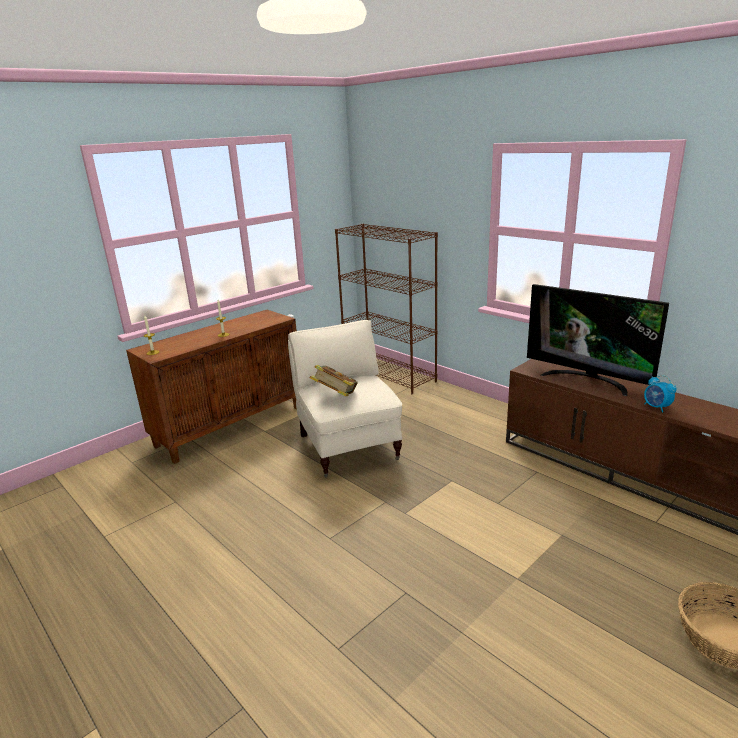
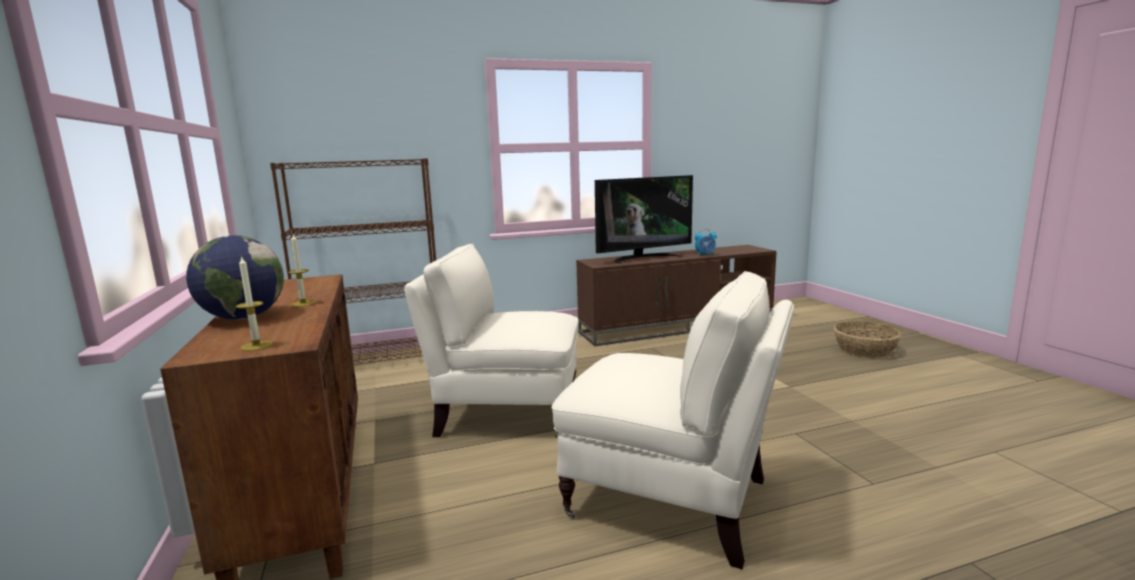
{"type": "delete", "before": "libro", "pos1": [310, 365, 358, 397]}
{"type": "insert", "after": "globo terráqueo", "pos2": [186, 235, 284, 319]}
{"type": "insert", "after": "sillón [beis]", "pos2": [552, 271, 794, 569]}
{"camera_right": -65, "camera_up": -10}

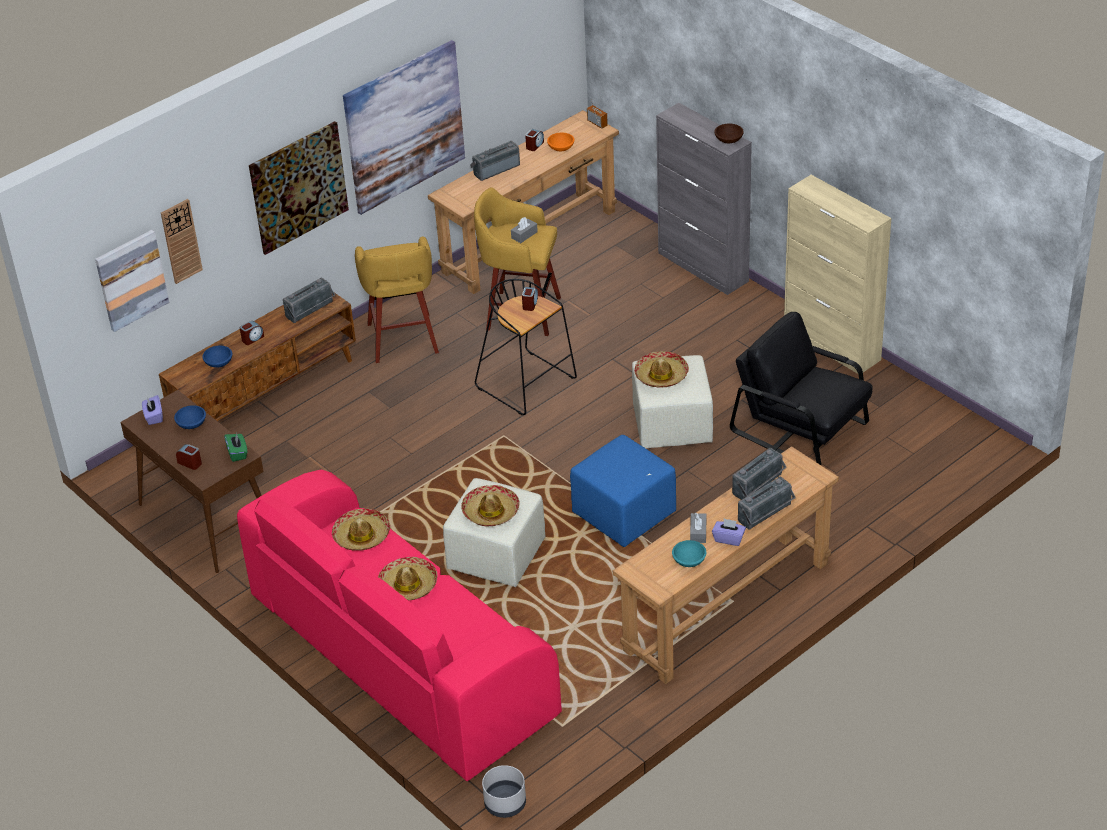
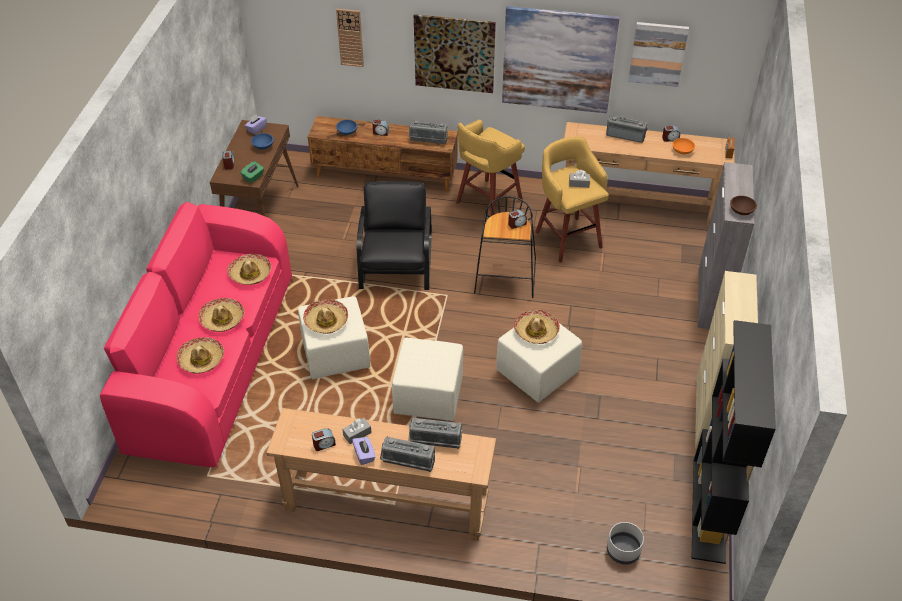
{"type": "insert", "after": "sombrero", "pos2": [176, 337, 224, 374]}
{"type": "insert", "after": "estantería [negro]", "pos2": [692, 320, 776, 564]}
{"type": "move", "before": "cuadro", "pos1": [95, 230, 169, 332], "pos2": [628, 22, 689, 87]}
{"type": "move", "before": "maceta [gris]", "pos1": [482, 765, 526, 818], "pos2": [607, 522, 644, 565]}
{"type": "move", "before": "sillón [negro]", "pos1": [730, 312, 873, 466], "pos2": [357, 181, 432, 290]}
{"type": "replace", "before": "cuenco [turquesa]", "after": "despertador", "pos1": [672, 540, 707, 567], "pos2": [312, 428, 336, 451]}
{"type": "recolor", "before": "puf [azul]", "after": "puf [beis]", "pos1": [570, 435, 676, 547], "pos2": [392, 338, 463, 421]}
{"camera_right": 50, "camera_up": 5}

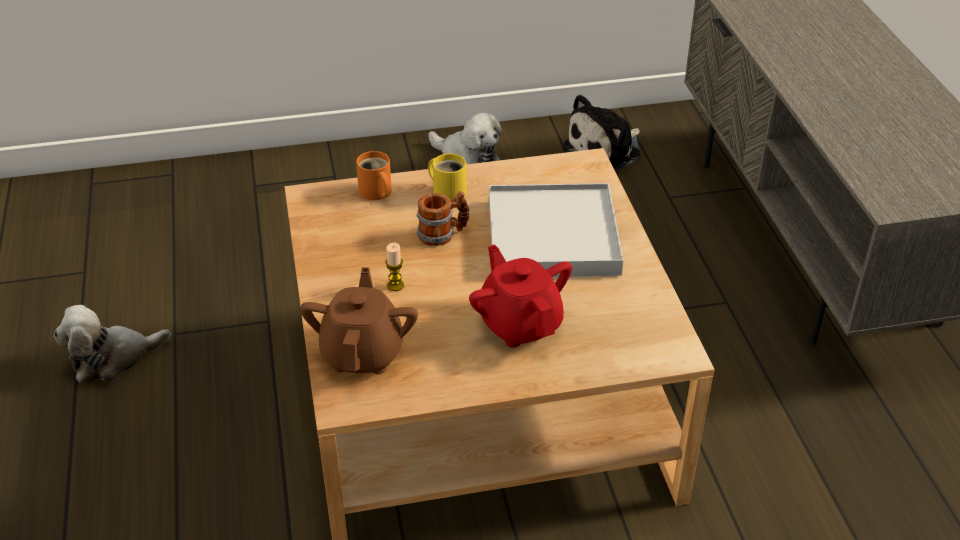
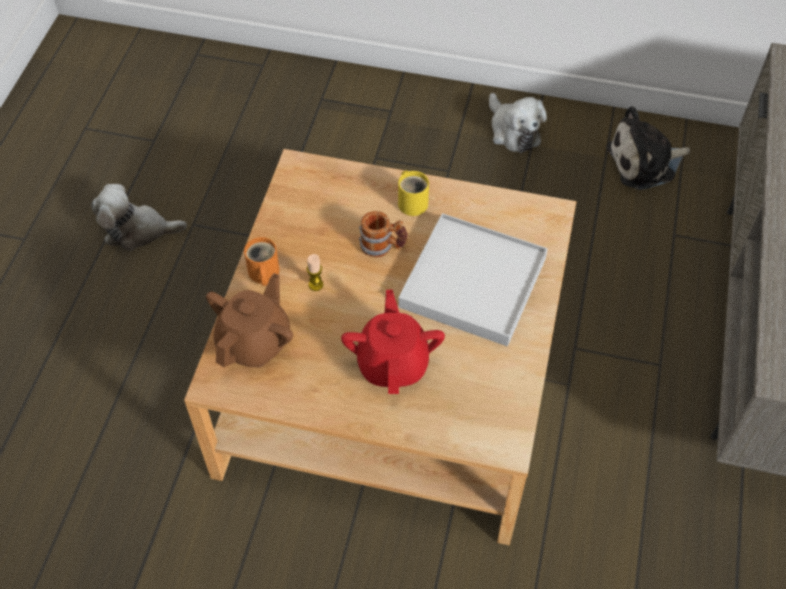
{"type": "move", "before": "taza grande [naranja]", "pos1": [356, 151, 392, 200], "pos2": [244, 237, 280, 286]}
{"camera_right": 25, "camera_up": 15}

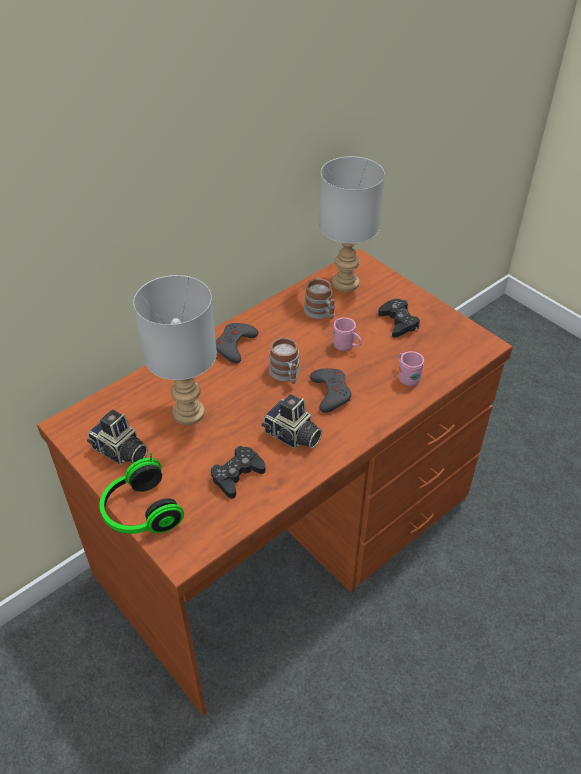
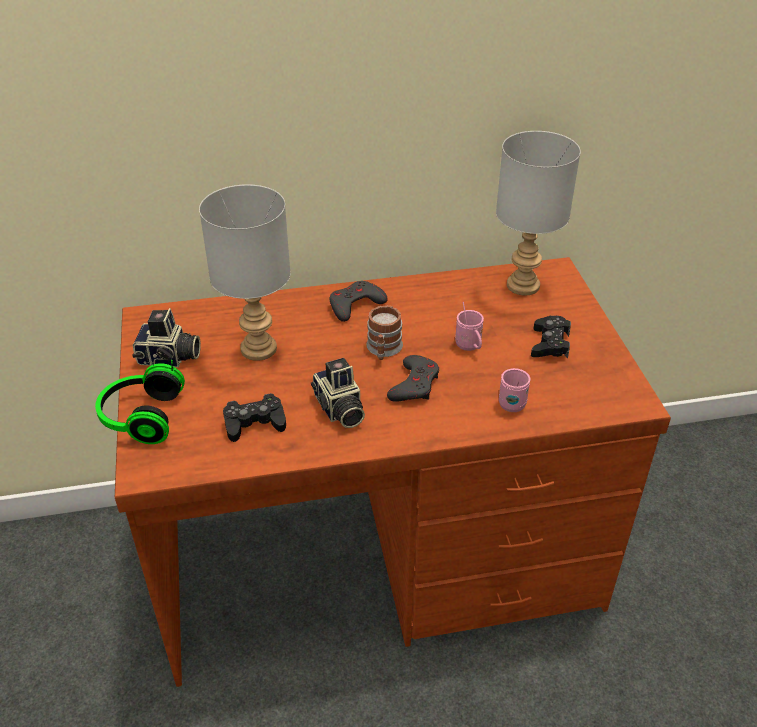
{"type": "delete", "before": "taza grande", "pos1": [304, 278, 335, 319]}
{"type": "rotate", "before": "cámara", "pos1": [87, 410, 148, 465], "pos2": [132, 308, 201, 367], "turn": -60}
{"camera_right": 30, "camera_up": -5}

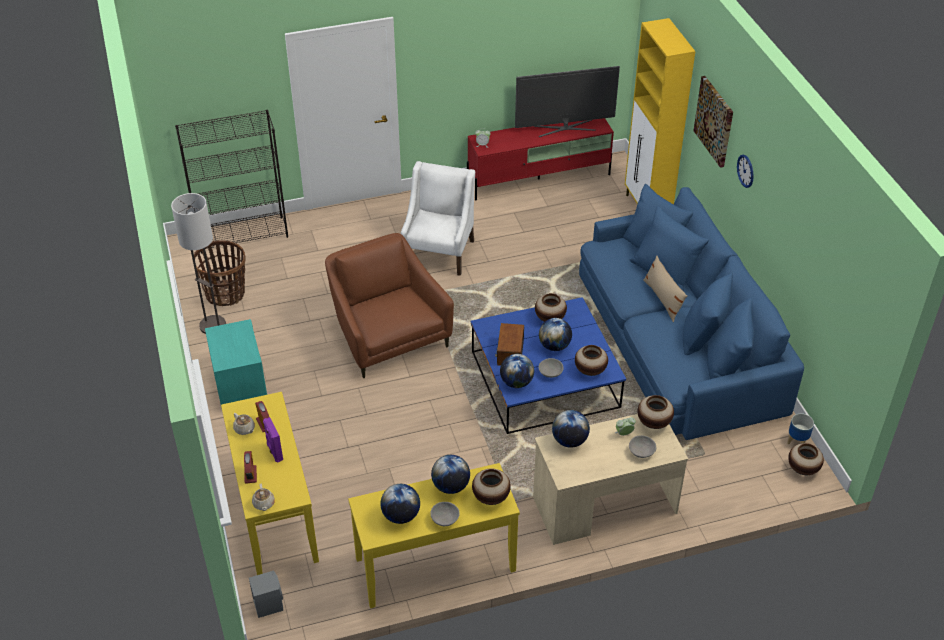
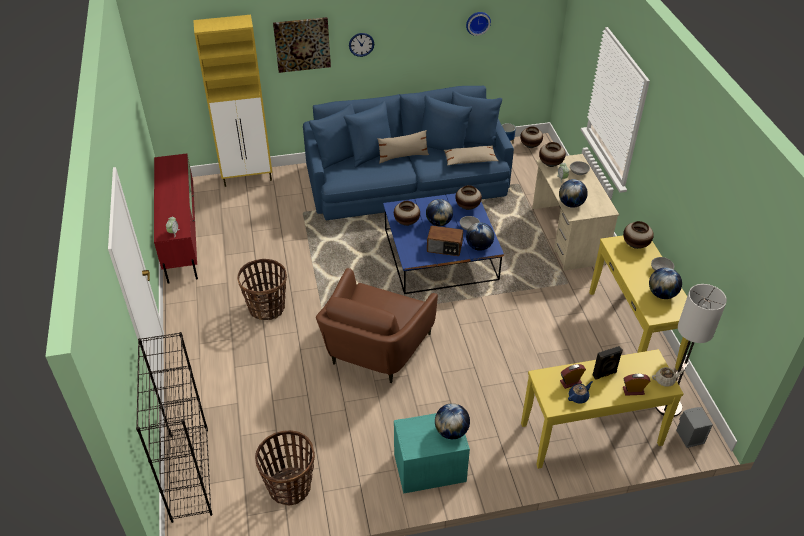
{"type": "delete", "before": "televisor", "pos1": [515, 66, 620, 137]}
{"type": "insert", "after": "cojín [beis]", "pos2": [444, 145, 499, 166]}
{"type": "insert", "after": "reloj de pared", "pos2": [466, 12, 491, 36]}
{"type": "move", "before": "lámpara de pie", "pos1": [171, 193, 226, 334], "pos2": [655, 284, 727, 417]}
{"type": "move", "before": "globo terráqueo", "pos1": [431, 455, 470, 494], "pos2": [435, 403, 470, 439]}
{"type": "replace", "before": "sillón [blanco]", "after": "cesta", "pos1": [401, 161, 475, 276], "pos2": [237, 259, 287, 320]}
{"type": "recolor", "before": "tetera [beis]", "after": "tetera [azul]", "pos1": [233, 413, 255, 435], "pos2": [568, 381, 593, 403]}
{"type": "recolor", "before": "altavoz [morado]", "after": "altavoz [negro]", "pos1": [263, 417, 283, 463], "pos2": [593, 346, 623, 380]}
{"type": "rotate", "before": "sillón [marrón]", "pos1": [325, 233, 454, 378], "pos2": [316, 268, 438, 383], "turn": -45}
{"camera_right": -85, "camera_up": 0}

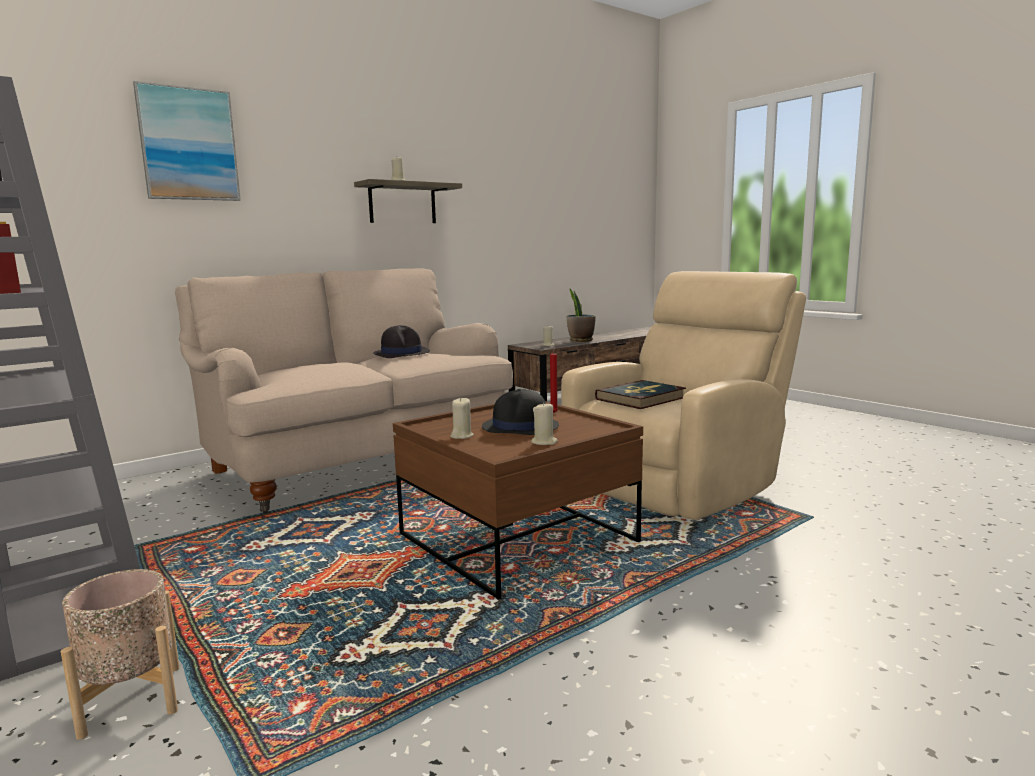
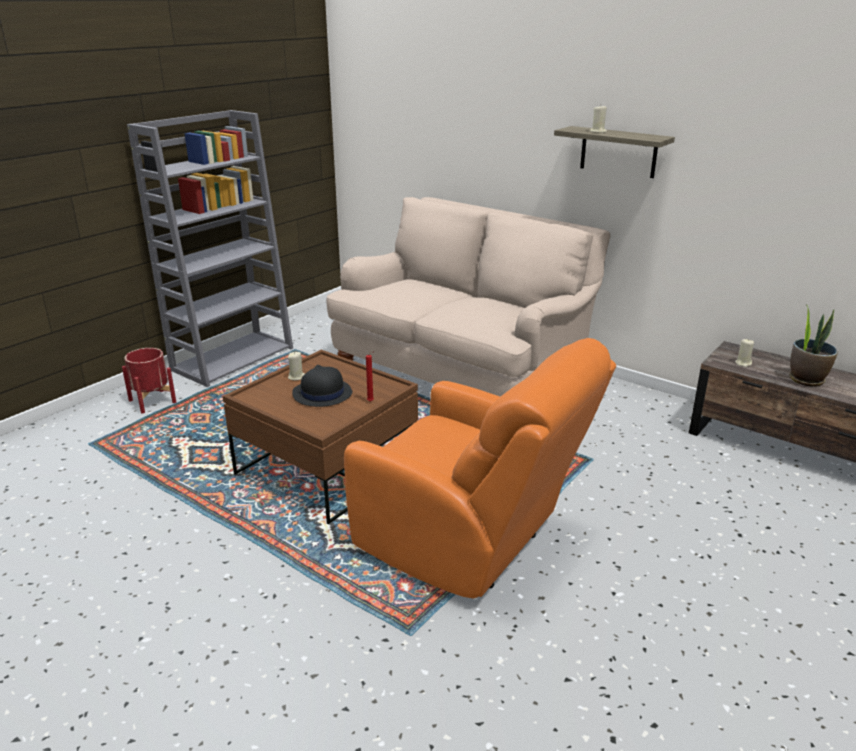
{"type": "delete", "before": "cuadro", "pos1": [133, 81, 241, 201]}
{"type": "delete", "before": "sombrero [negro]", "pos1": [373, 325, 430, 358]}
{"type": "delete", "before": "vela [beis]", "pos1": [531, 402, 558, 445]}
{"type": "delete", "before": "libro", "pos1": [595, 380, 686, 409]}
{"type": "recolor", "before": "maceta [beis]", "after": "maceta [rojo]", "pos1": [61, 569, 180, 740], "pos2": [122, 348, 176, 414]}
{"type": "recolor", "before": "sillón [beis]", "after": "sillón [naranja]", "pos1": [561, 271, 806, 520], "pos2": [344, 338, 616, 598]}
{"camera_right": 75, "camera_up": 15}

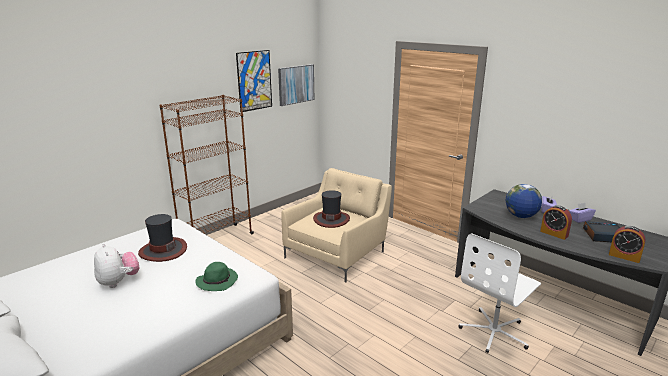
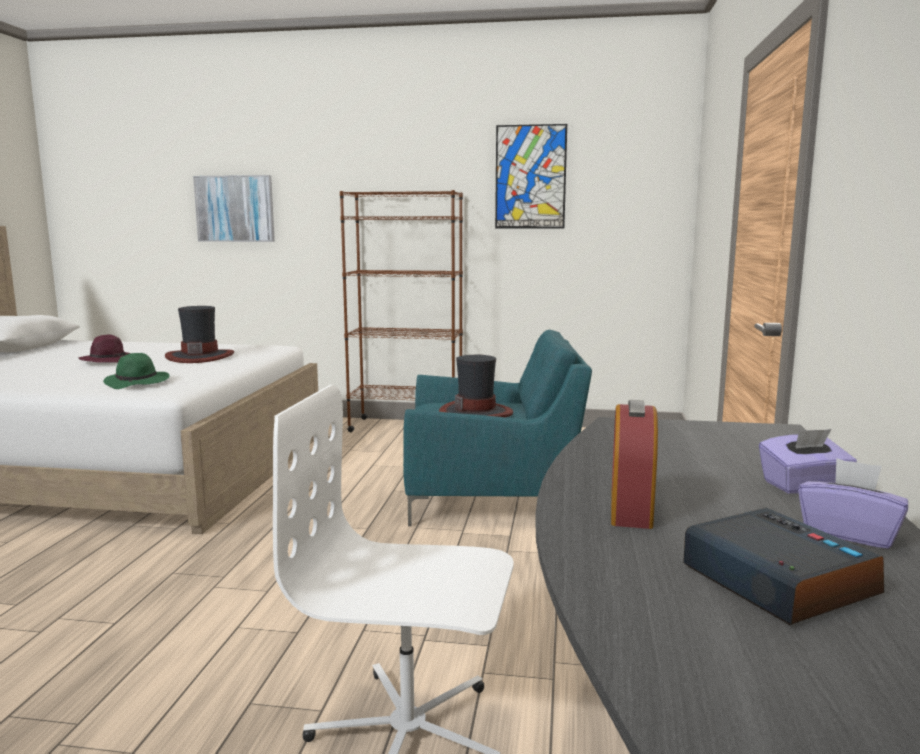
{"type": "delete", "before": "globo terráqueo", "pos1": [506, 184, 542, 218]}
{"type": "delete", "before": "despertador", "pos1": [609, 226, 646, 263]}
{"type": "move", "before": "cuadro", "pos1": [278, 64, 314, 106], "pos2": [193, 175, 275, 242]}
{"type": "replace", "before": "peluche", "after": "sombrero [morado]", "pos1": [94, 244, 140, 288], "pos2": [78, 334, 130, 363]}
{"type": "recolor", "before": "sillón [beis]", "after": "sillón [turquesa]", "pos1": [281, 168, 392, 283], "pos2": [403, 330, 592, 526]}
{"camera_right": 55, "camera_up": -10}

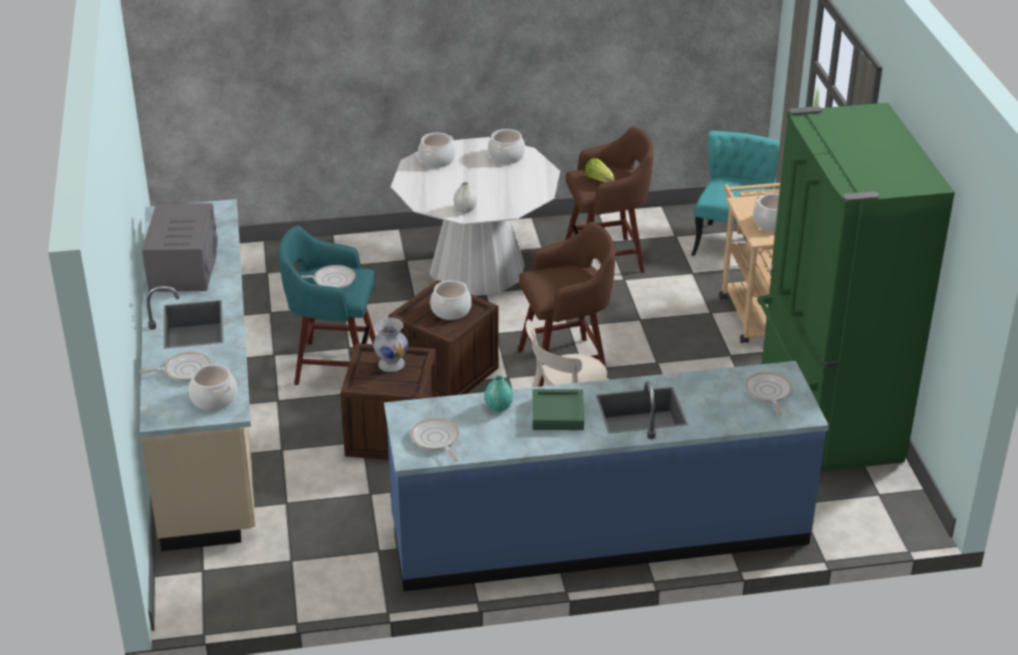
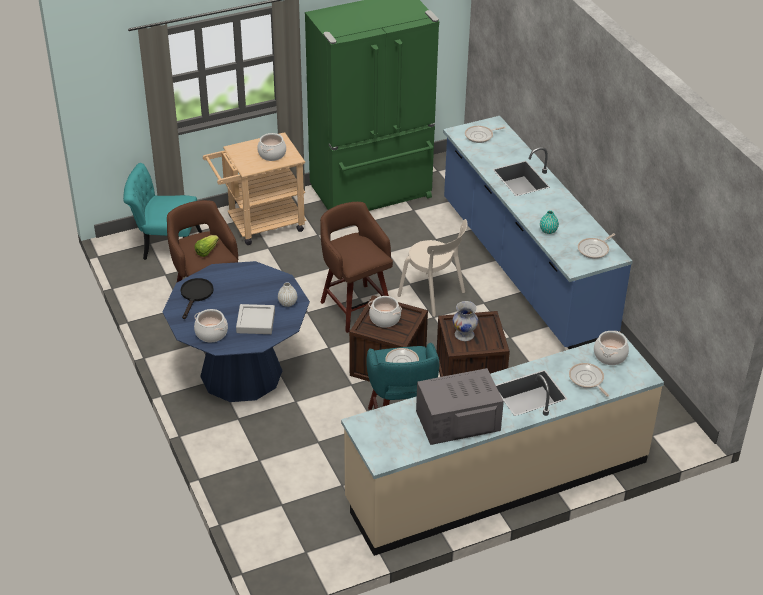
{"type": "delete", "before": "bandeja [verde]", "pos1": [532, 389, 584, 430]}
{"type": "insert", "after": "bandeja [gris]", "pos2": [236, 304, 275, 334]}
{"type": "replace", "before": "olla", "after": "sartén [negro]", "pos1": [488, 129, 525, 164], "pos2": [181, 278, 214, 319]}
{"type": "recolor", "before": "mesa de comedor [blanco]", "after": "mesa de comedor [azul]", "pos1": [391, 137, 560, 296], "pos2": [162, 261, 310, 402]}
{"camera_right": -105, "camera_up": 5}

